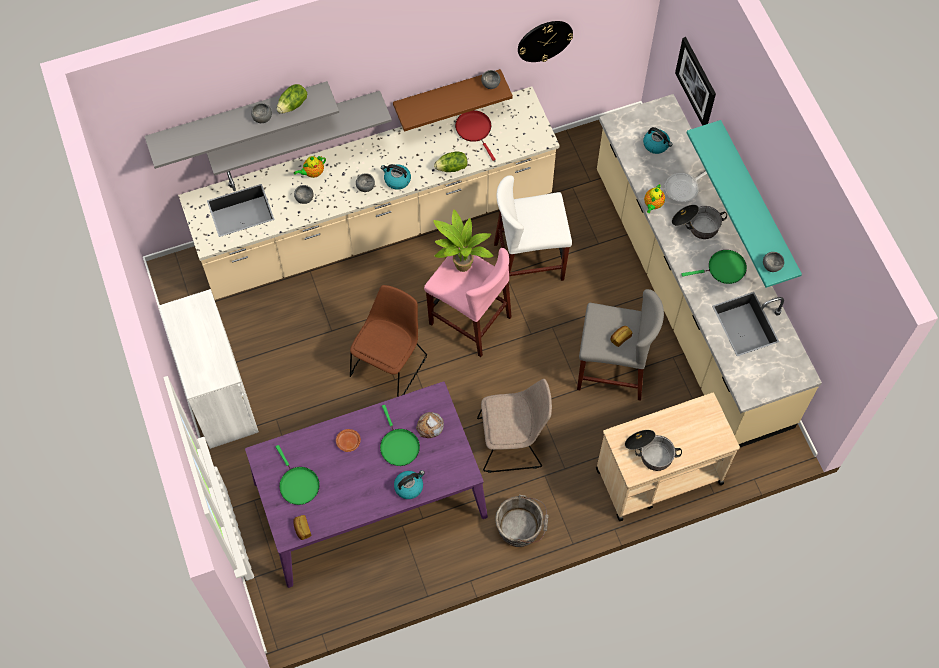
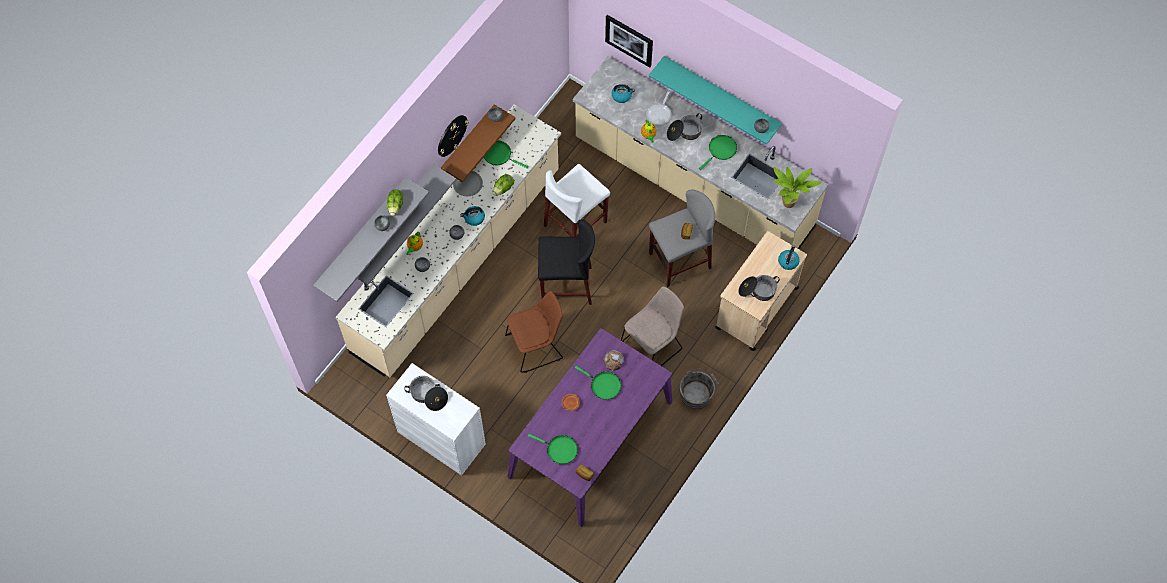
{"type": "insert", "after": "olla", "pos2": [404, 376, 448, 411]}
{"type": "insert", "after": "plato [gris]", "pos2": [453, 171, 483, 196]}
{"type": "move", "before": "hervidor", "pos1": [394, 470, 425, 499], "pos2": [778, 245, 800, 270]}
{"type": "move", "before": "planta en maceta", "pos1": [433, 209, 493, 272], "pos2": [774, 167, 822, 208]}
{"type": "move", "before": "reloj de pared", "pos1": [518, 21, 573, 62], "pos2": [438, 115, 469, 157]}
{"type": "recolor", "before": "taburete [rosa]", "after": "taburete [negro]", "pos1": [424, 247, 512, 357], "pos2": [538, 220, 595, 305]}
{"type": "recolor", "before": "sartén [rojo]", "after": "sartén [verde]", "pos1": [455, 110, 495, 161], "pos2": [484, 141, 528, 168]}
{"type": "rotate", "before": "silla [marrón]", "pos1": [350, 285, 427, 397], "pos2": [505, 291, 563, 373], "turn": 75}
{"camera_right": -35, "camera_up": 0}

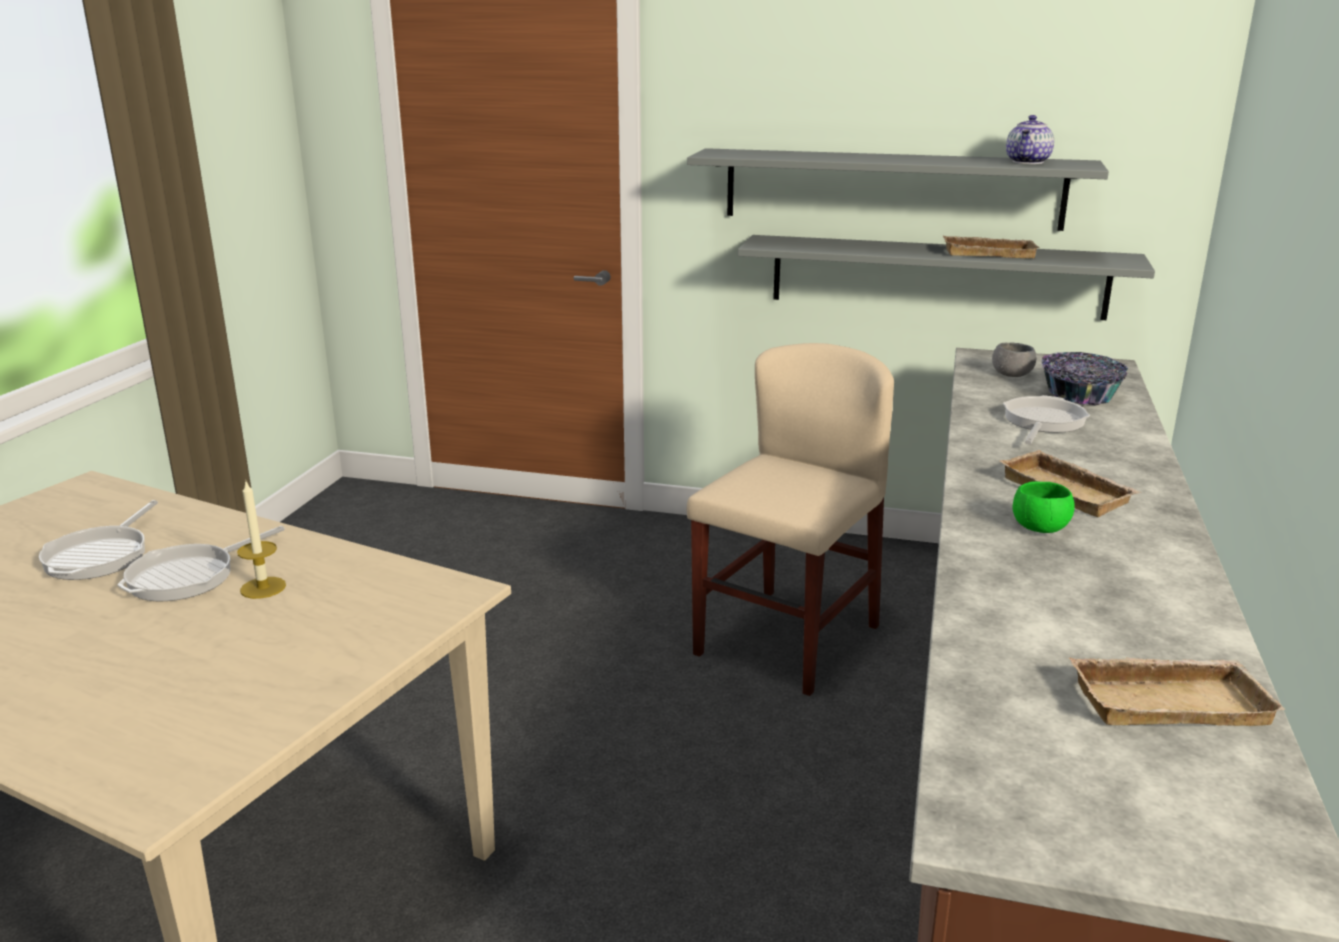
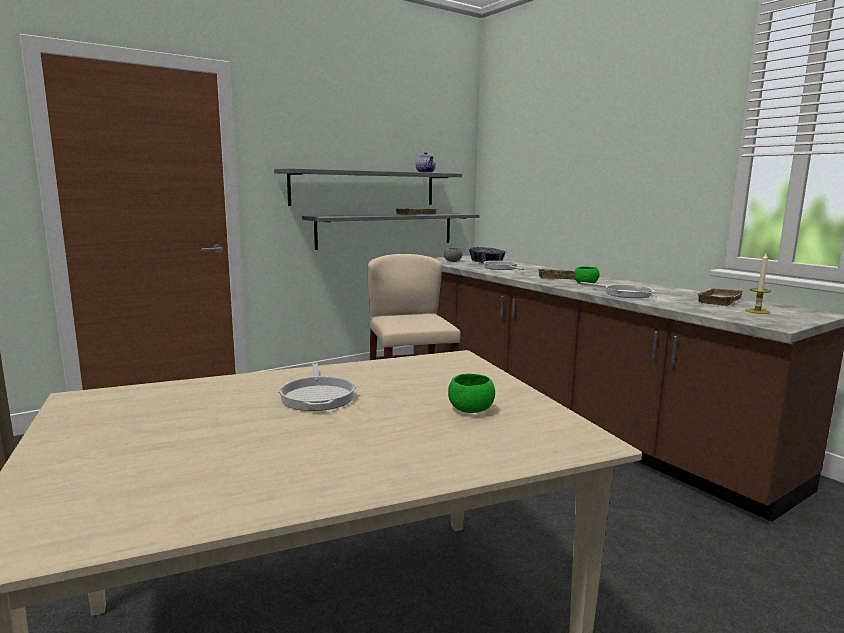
{"type": "insert", "after": "cuenco [verde]", "pos2": [448, 373, 495, 413]}
{"type": "move", "before": "sartén", "pos1": [39, 500, 158, 580], "pos2": [580, 282, 656, 298]}
{"type": "move", "before": "vela", "pos1": [237, 482, 286, 599], "pos2": [745, 253, 772, 314]}
{"camera_right": -50, "camera_up": -10}

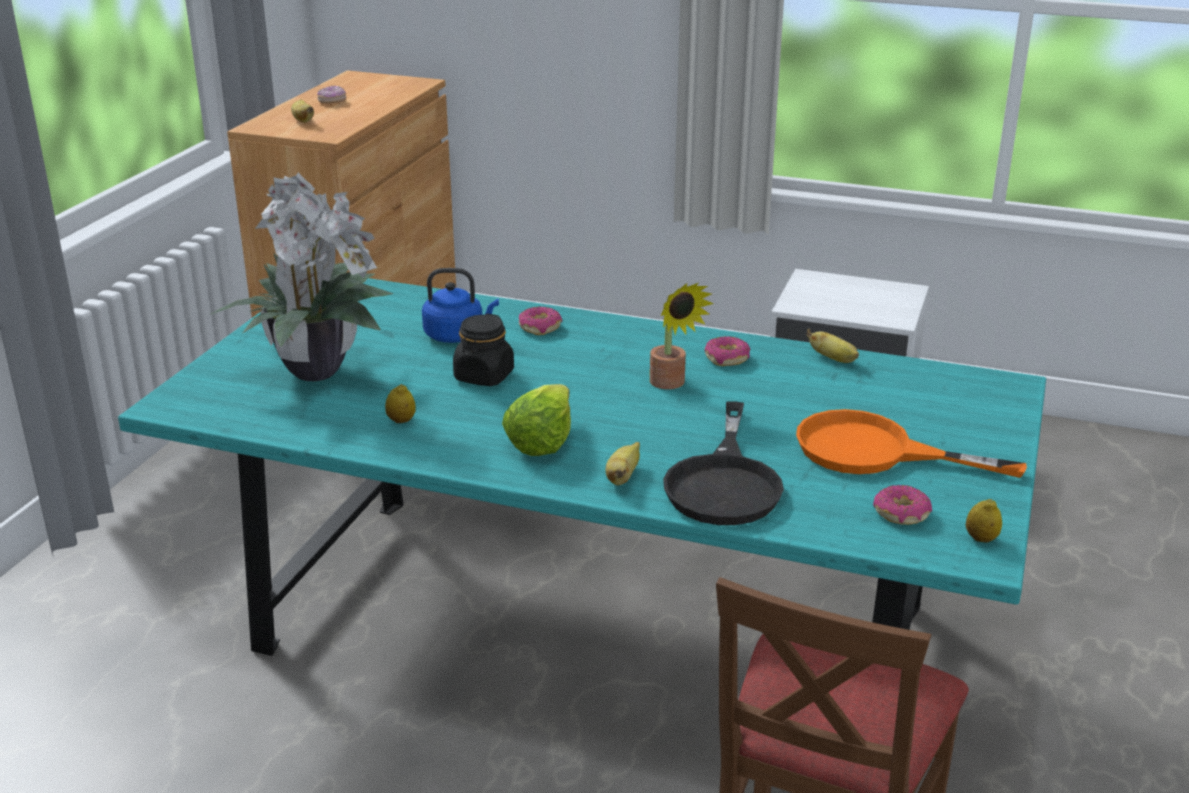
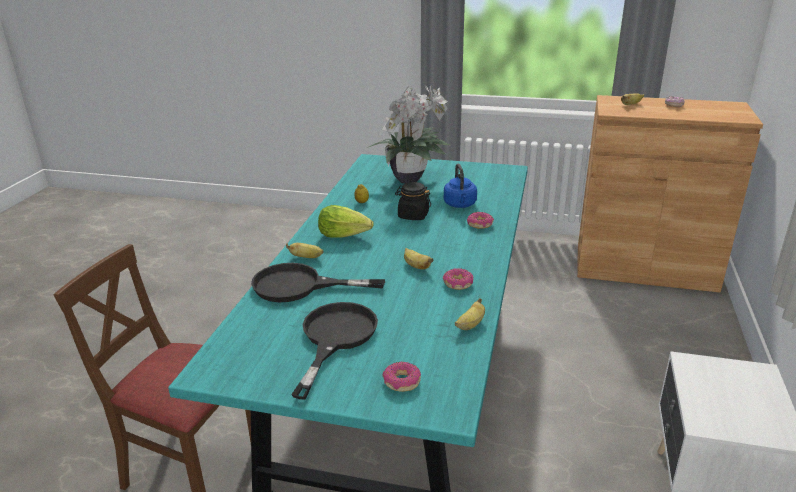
{"type": "delete", "before": "limón", "pos1": [966, 499, 1002, 542]}
{"type": "move", "before": "rosquilla", "pos1": [873, 485, 932, 525], "pos2": [382, 362, 421, 392]}
{"type": "replace", "before": "planta en maceta", "after": "plátano", "pos1": [650, 283, 714, 389], "pos2": [404, 248, 433, 270]}
{"type": "recolor", "before": "sartén [naranja]", "after": "sartén [negro]", "pos1": [796, 409, 1027, 478], "pos2": [291, 302, 378, 400]}
{"camera_right": 85, "camera_up": 0}

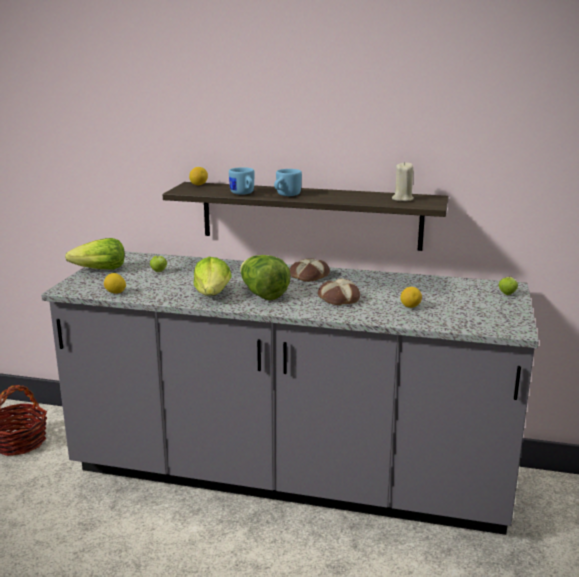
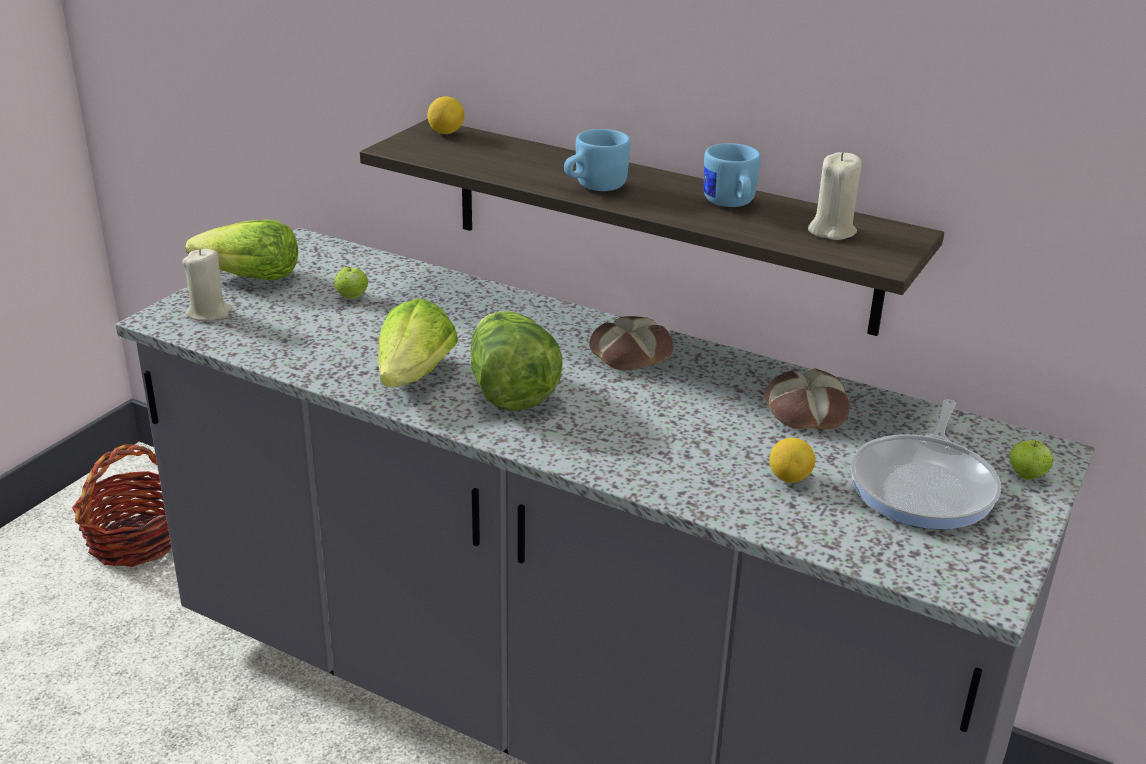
{"type": "delete", "before": "limón", "pos1": [104, 273, 126, 294]}
{"type": "insert", "after": "vela [beis]", "pos2": [182, 248, 232, 321]}
{"type": "insert", "after": "sartén", "pos2": [851, 399, 1001, 529]}
{"type": "move", "before": "taza grande [azul]", "pos1": [229, 167, 255, 195], "pos2": [703, 143, 761, 207]}
{"type": "move", "before": "pan", "pos1": [318, 278, 360, 305], "pos2": [763, 368, 850, 429]}
{"camera_right": 15, "camera_up": 10}

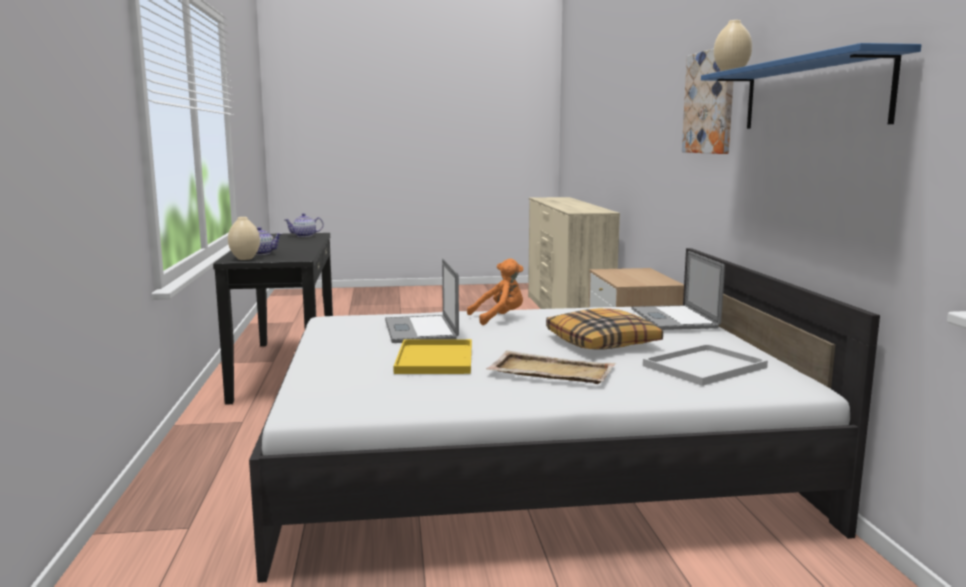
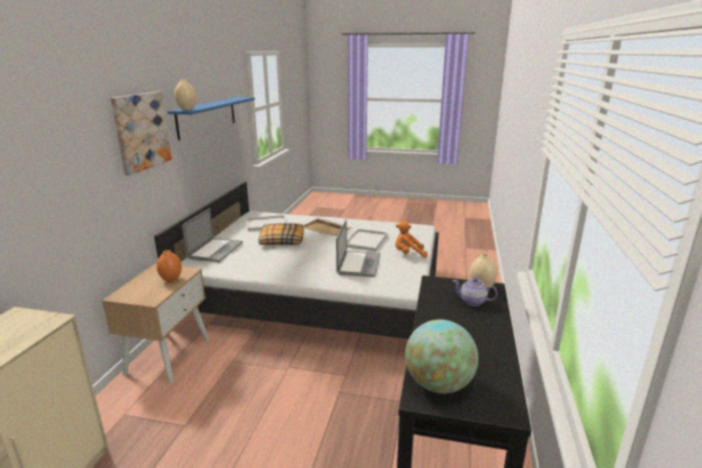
{"type": "insert", "after": "florero [naranja]", "pos2": [157, 250, 182, 282]}
{"type": "move", "before": "peluche [naranja]", "pos1": [467, 259, 524, 325], "pos2": [395, 221, 428, 258]}
{"type": "replace", "before": "tetera", "after": "globo terráqueo", "pos1": [285, 213, 324, 237], "pos2": [405, 319, 478, 394]}
{"type": "recolor", "before": "bandeja [amarillo]", "after": "bandeja [blanco]", "pos1": [393, 339, 472, 374], "pos2": [347, 229, 388, 251]}
{"camera_right": -160, "camera_up": 10}

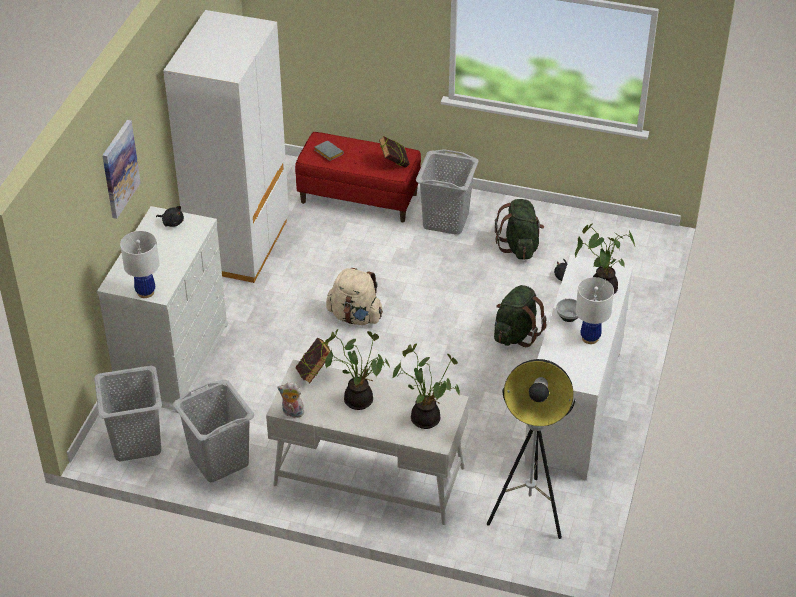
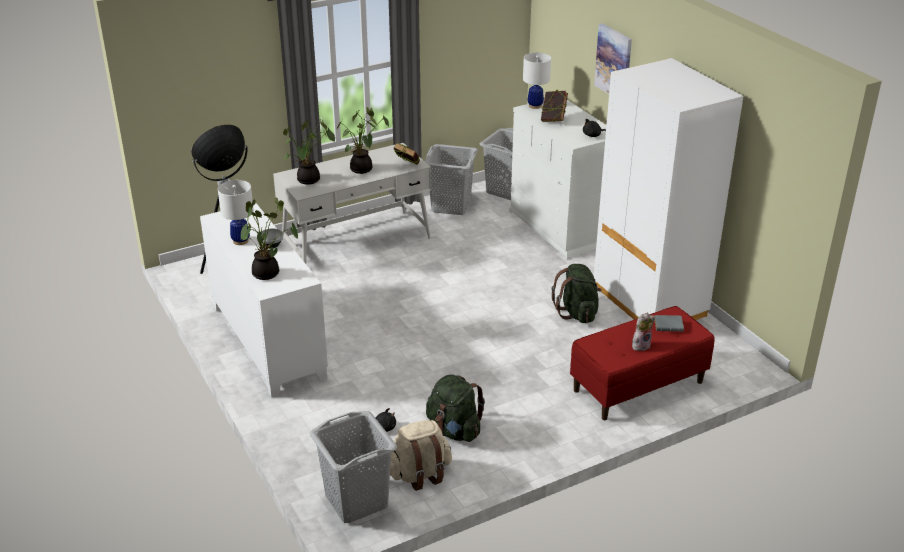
{"type": "move", "before": "peluche", "pos1": [278, 383, 304, 418], "pos2": [632, 313, 655, 351]}
{"type": "move", "before": "mochila [beis]", "pos1": [326, 268, 383, 325], "pos2": [390, 420, 452, 491]}
{"type": "move", "before": "libro", "pos1": [379, 136, 410, 168], "pos2": [541, 90, 568, 122]}
{"type": "move", "before": "cesto de la ropa [gris]", "pos1": [416, 149, 479, 235], "pos2": [310, 411, 397, 523]}
{"type": "move", "before": "mochila [verde]", "pos1": [494, 285, 547, 347], "pos2": [552, 264, 602, 323]}
{"camera_right": 135, "camera_up": -10}

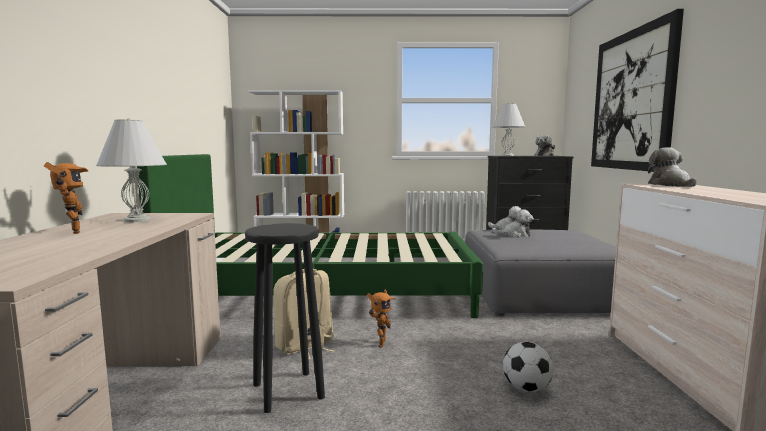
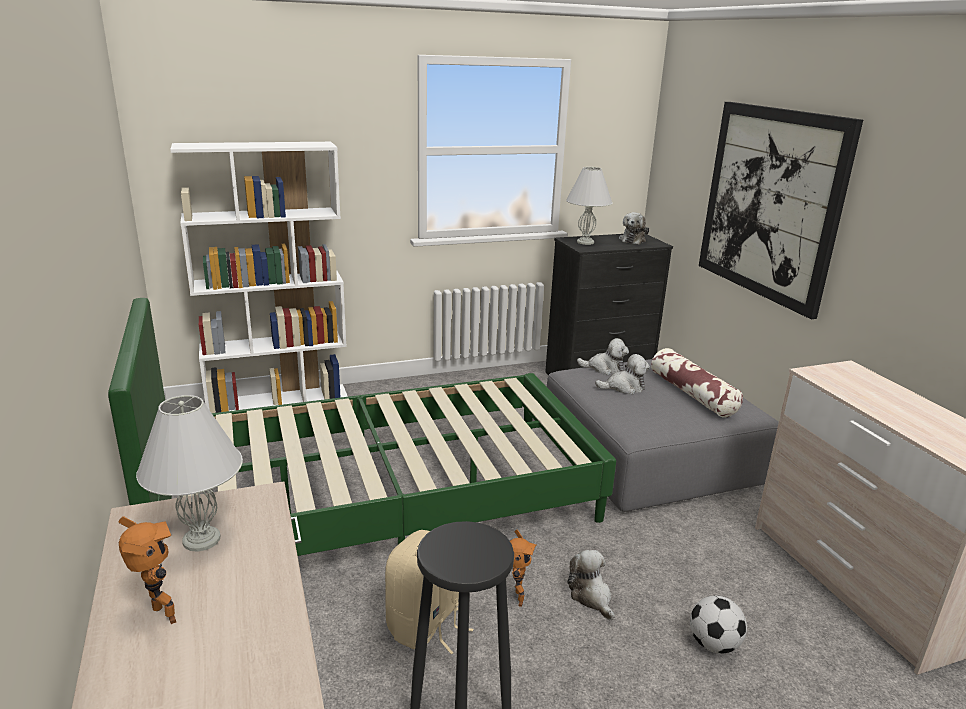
{"type": "insert", "after": "cojín", "pos2": [651, 348, 743, 418]}
{"type": "move", "before": "peluche", "pos1": [648, 147, 697, 187], "pos2": [568, 550, 615, 620]}
{"camera_right": -20, "camera_up": 15}

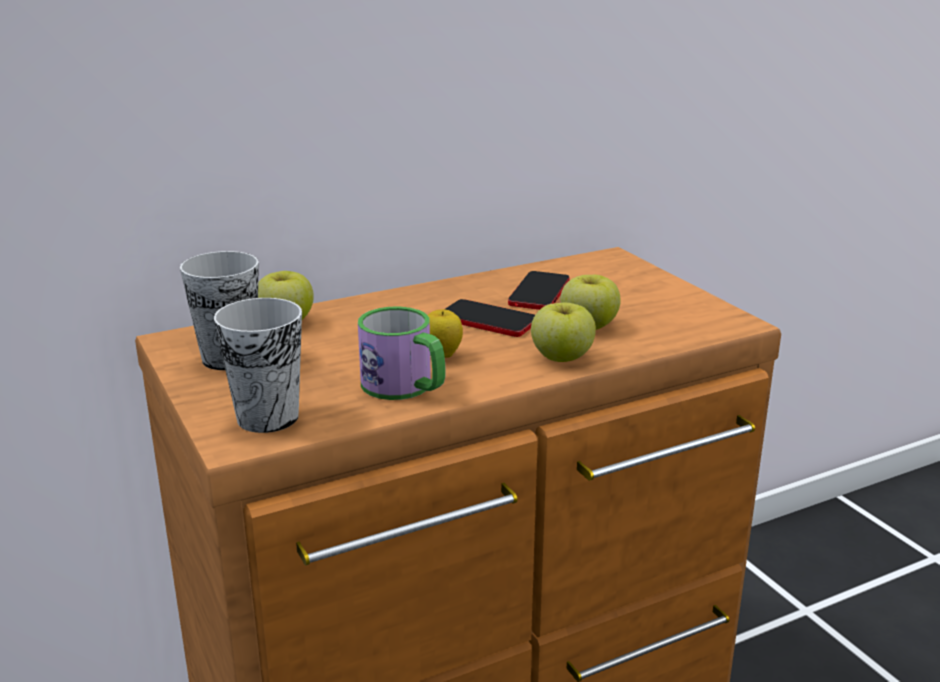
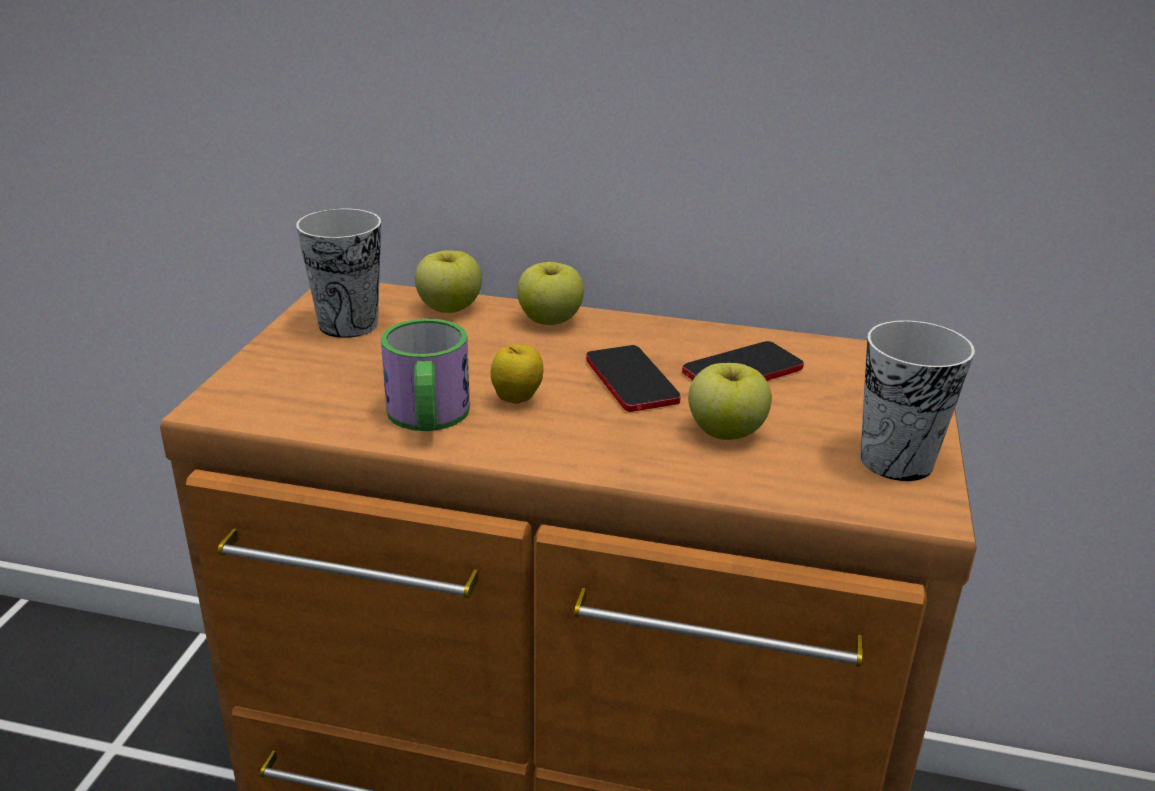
{"type": "move", "before": "taza", "pos1": [214, 298, 302, 433], "pos2": [860, 320, 975, 481]}
{"type": "move", "before": "manzana", "pos1": [531, 303, 596, 362], "pos2": [517, 262, 584, 325]}
{"camera_right": 40, "camera_up": 5}

